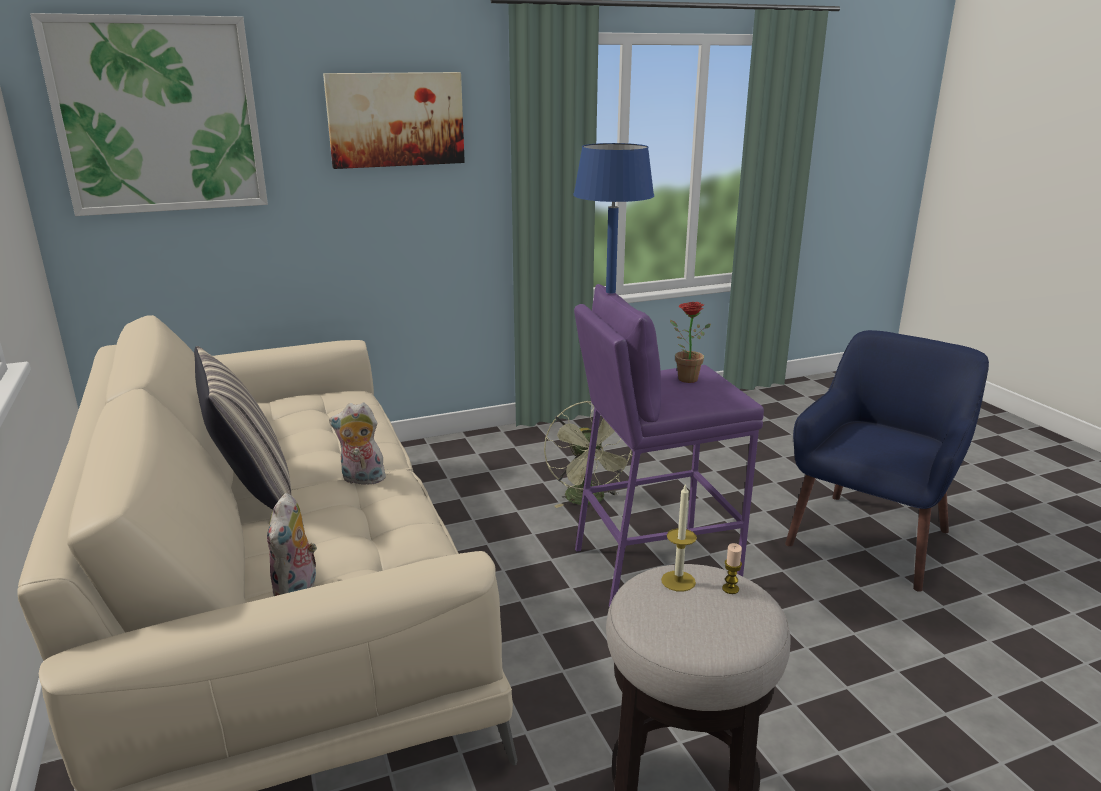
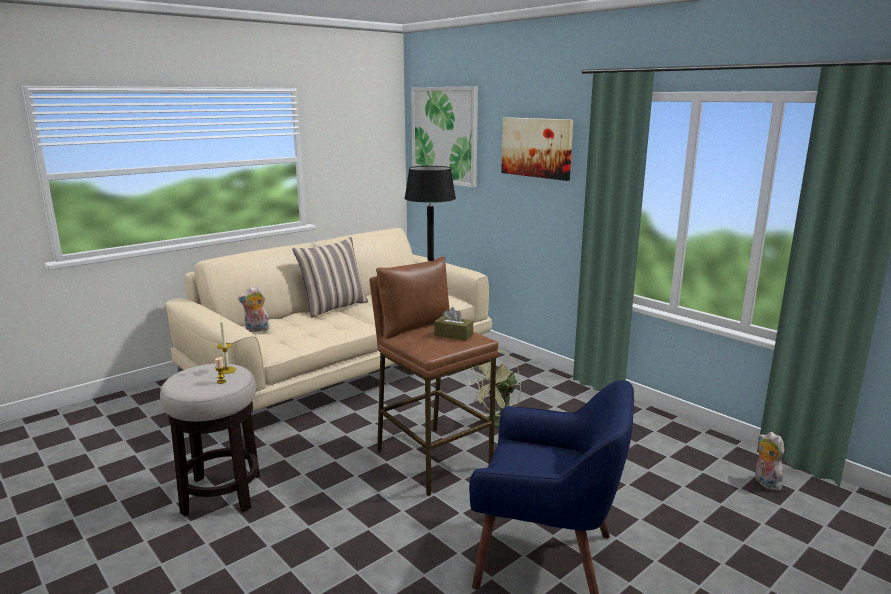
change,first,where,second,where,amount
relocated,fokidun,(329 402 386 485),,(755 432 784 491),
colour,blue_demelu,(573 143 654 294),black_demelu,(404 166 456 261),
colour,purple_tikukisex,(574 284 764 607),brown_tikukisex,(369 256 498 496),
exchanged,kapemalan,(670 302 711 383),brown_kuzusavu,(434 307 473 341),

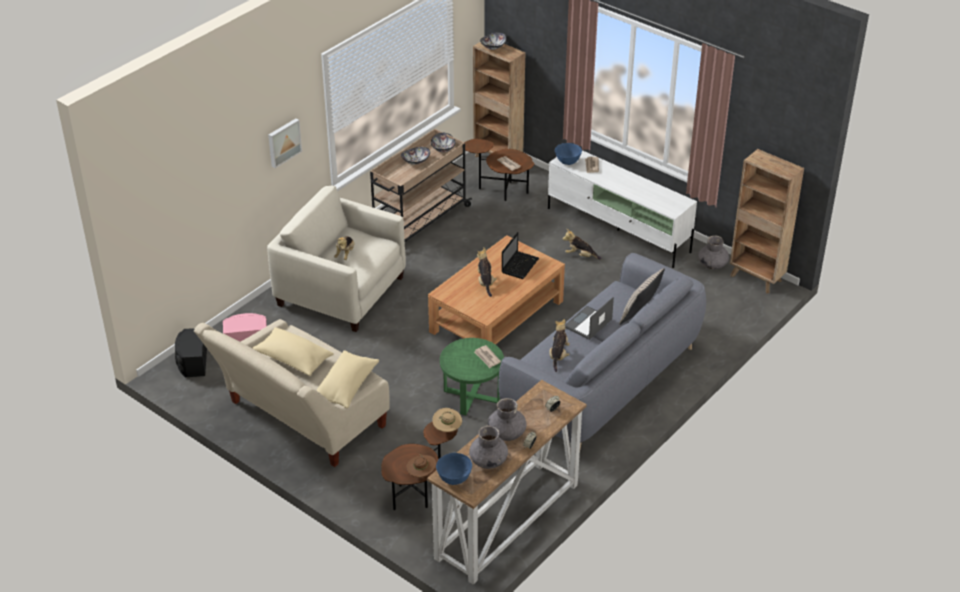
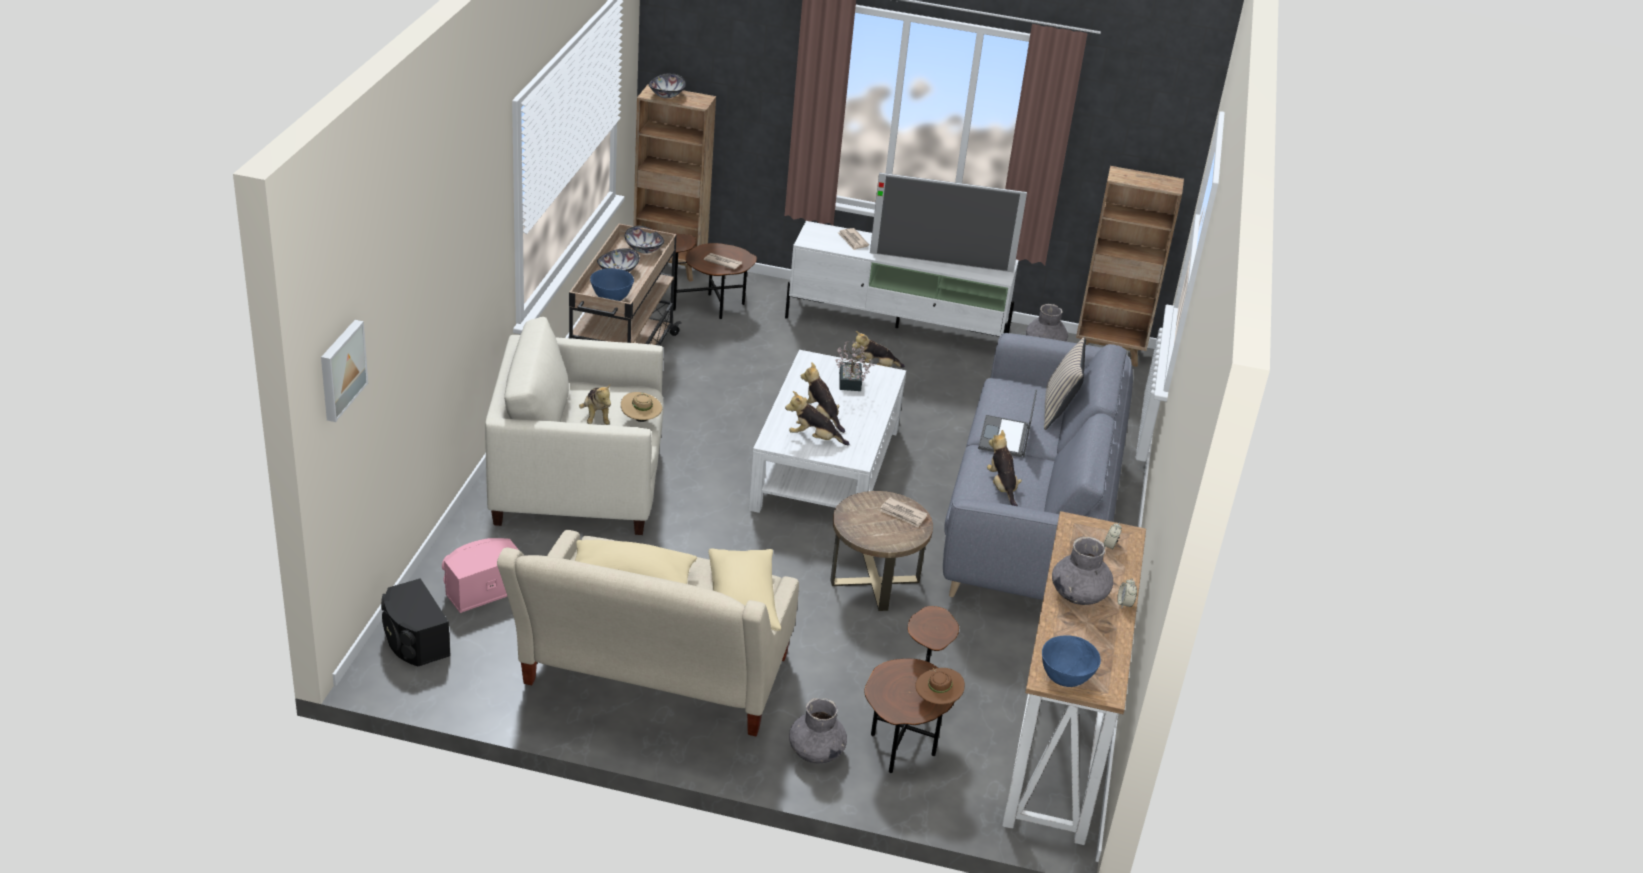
change,first,where,second,where,amount
relocated,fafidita,(268 118 302 168),,(321 320 368 422),
colour,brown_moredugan,(428 235 565 345),white_moredugan,(749 350 906 513),
relocated,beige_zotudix,(432 408 462 432),,(621 392 662 422),
colour,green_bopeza,(440 338 504 415),brown_bopeza,(831 491 933 611),
relocated,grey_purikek,(469 425 508 469),,(789 698 847 763),
exchanged,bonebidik,(502 232 539 279),kapemalan,(835 341 874 391),
relocated,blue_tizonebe,(555 143 582 165),,(590 268 634 301),
appeared,,,fokidun,(785 391 849 445),
appeared,,,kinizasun,(870 172 1027 272),

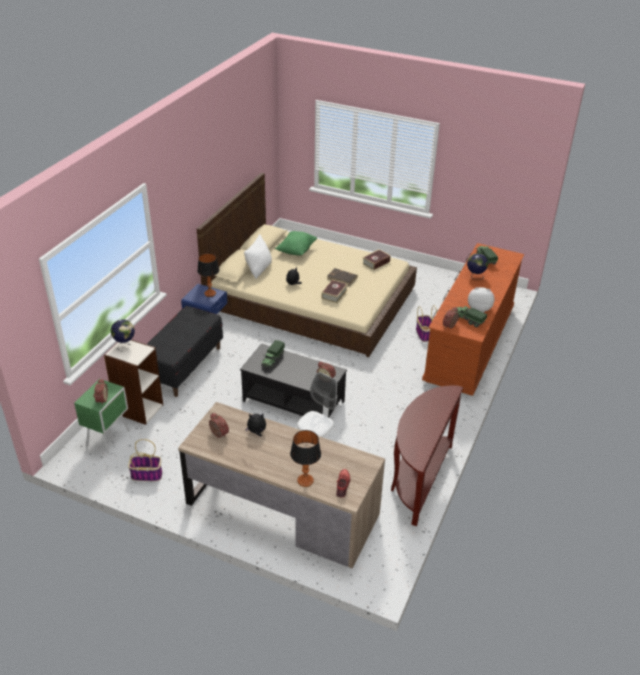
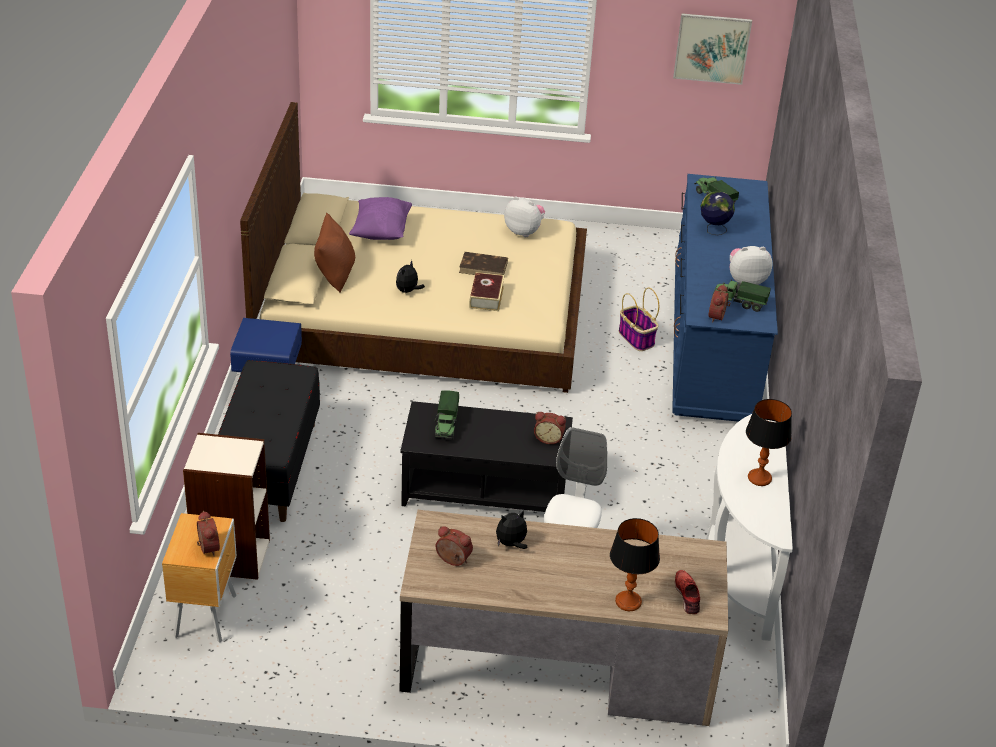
change,first,where,second,where,amount
colour,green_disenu,(74 378 130 454),brown_disenu,(162 513 237 642),
missing,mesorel,(110 319 135 352),,,
missing,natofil,(128 439 162 481),,,
relocated,demelu,(197 253 219 297),,(746 399 792 486),
colour,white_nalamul,(244 234 272 279),brown_nalamul,(314 213 355 292),
colour,green_nalamul,(275 231 317 256),purple_nalamul,(349 197 412 240),
exchanged,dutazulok,(362 249 391 270),fokidun,(504 196 545 237),
colour,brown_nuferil,(391 385 463 526),white_nuferil,(706 414 793 641),
colour,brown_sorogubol,(422 243 524 395),blue_sorogubol,(672 174 778 422),
appeared,,,fafidita,(673 13 752 85),

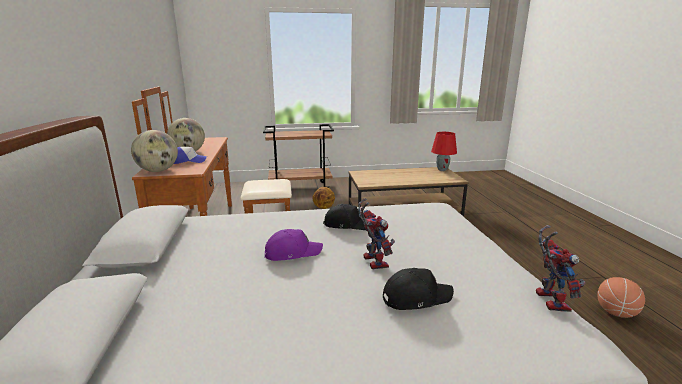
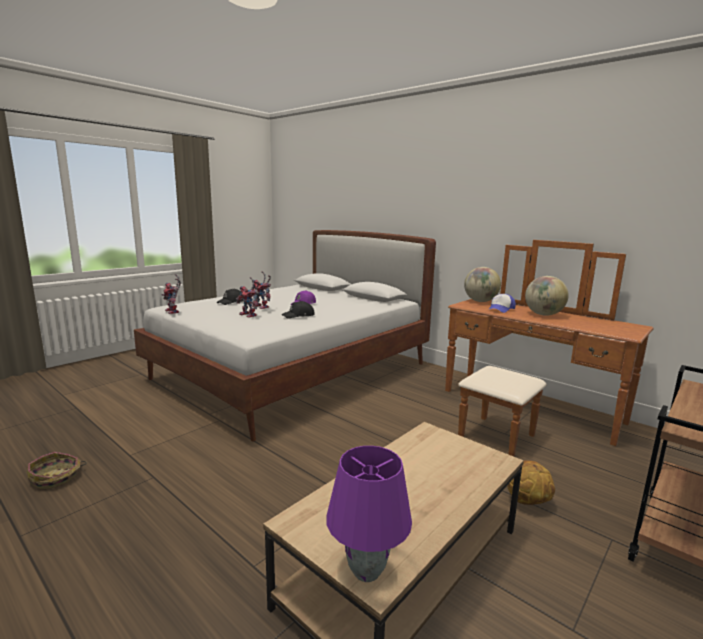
change,first,where,second,where,amount
colour,red_demelu,(431 132 457 171),purple_demelu,(327 446 412 582),
exchanged,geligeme,(597 277 645 318),natofil,(26 452 87 489),
appeared,,,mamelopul,(236 277 259 318),

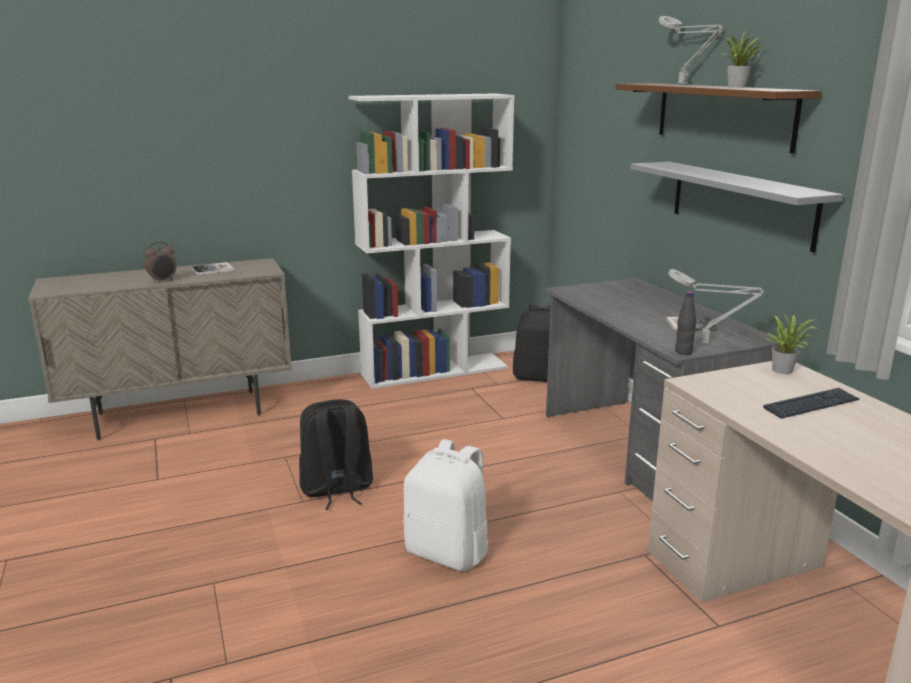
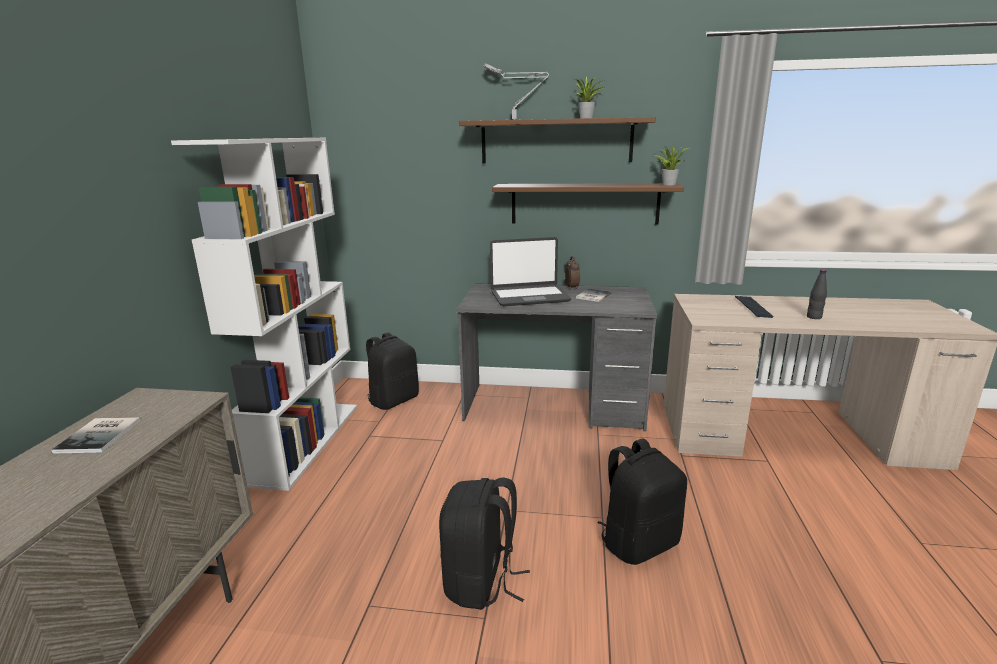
change,first,where,second,where,amount
relocated,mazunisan,(145 241 177 283),,(565 256 580 290),
colour,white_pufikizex,(403 439 489 571),black_pufikizex,(597 439 687 565),
colour,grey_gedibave,(630 162 844 252),brown_gedibave,(492 183 684 225),
missing,grey_demelu,(668 269 764 343),,,
relocated,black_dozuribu,(675 292 697 355),,(807 270 827 319),
relocated,kapemalan,(765 314 819 374),,(654 144 688 185),
appeared,,,bonebidik,(490 237 571 306),

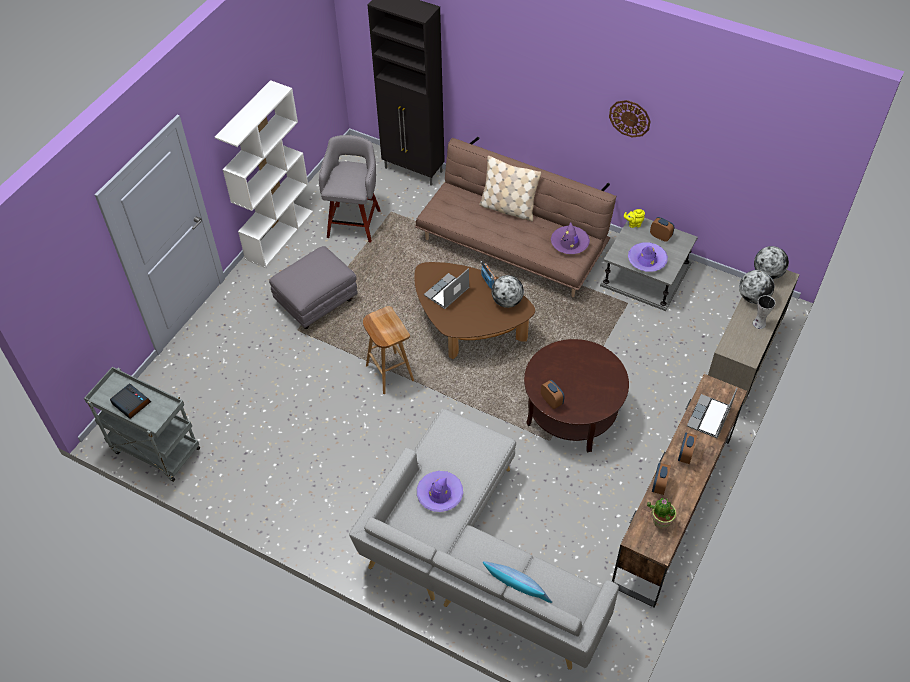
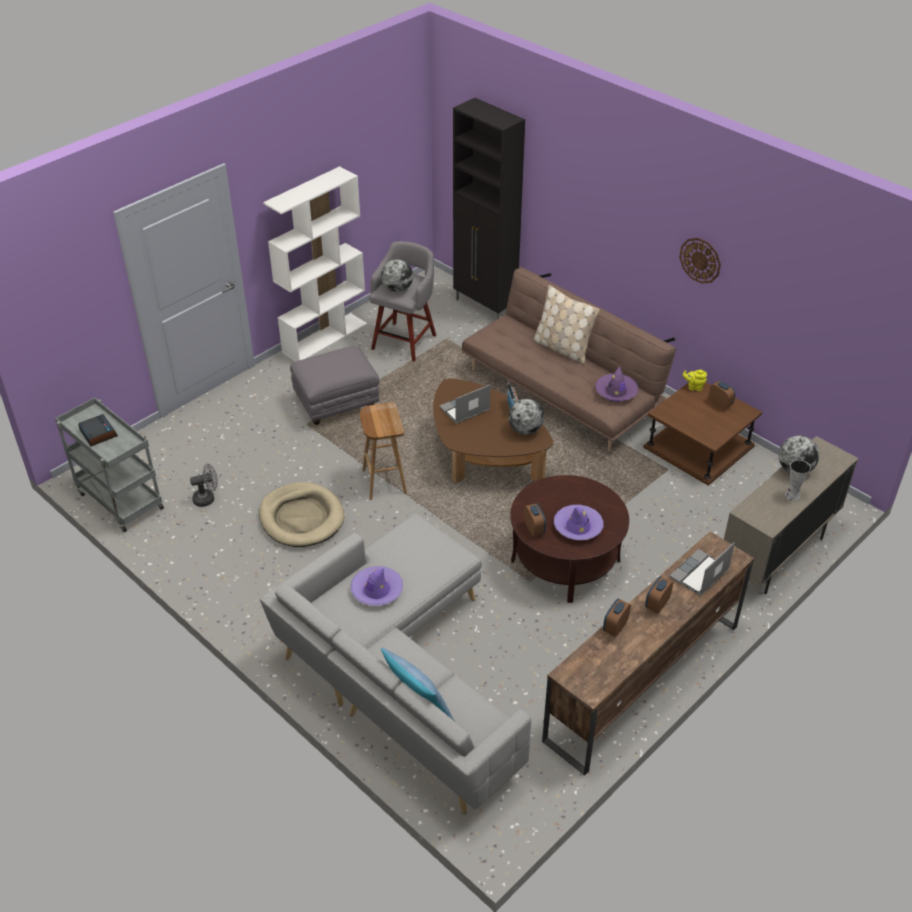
change,first,where,second,where,amount
colour,grey_bopeza,(600 218 698 311),brown_bopeza,(643 382 762 486),
relocated,purple_zotudix,(628 242 668 272),,(554 505 604 540),
missing,kapemalan,(647 498 676 529),,,
relocated,mesorel,(754 246 789 279),,(381 259 413 292),
appeared,,,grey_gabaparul,(190 464 218 507),
appeared,,,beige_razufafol,(259 482 345 547),

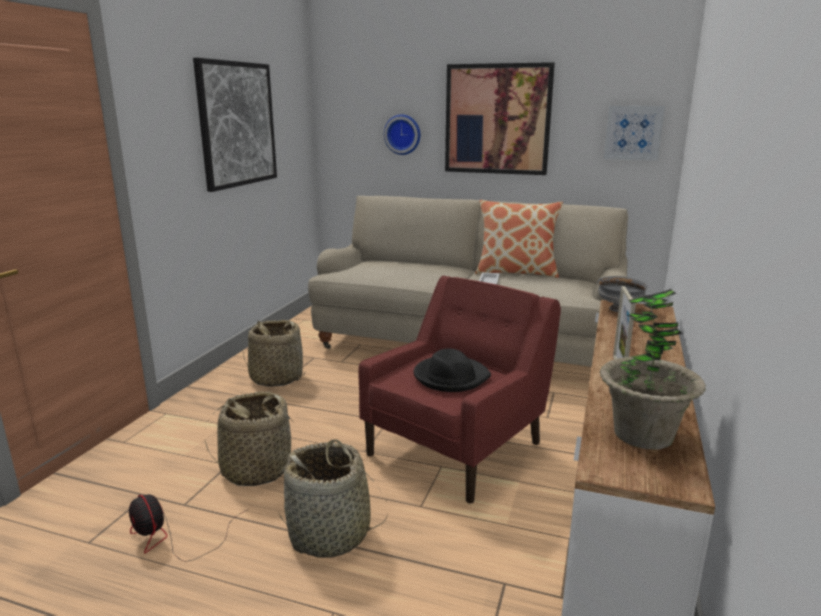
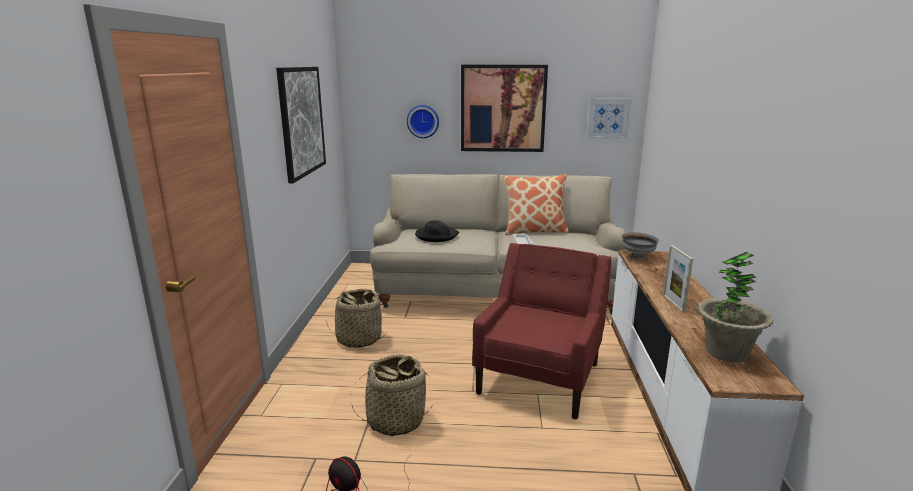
change,first,where,second,where,amount
missing,natofil,(278 439 388 558),,,
relocated,black_zotudix,(414 348 491 392),,(415 220 459 242),

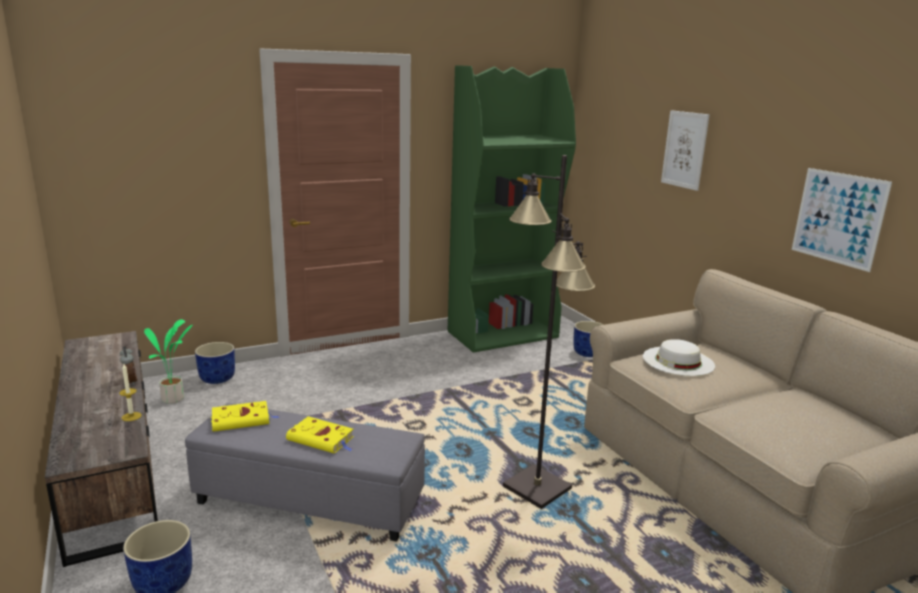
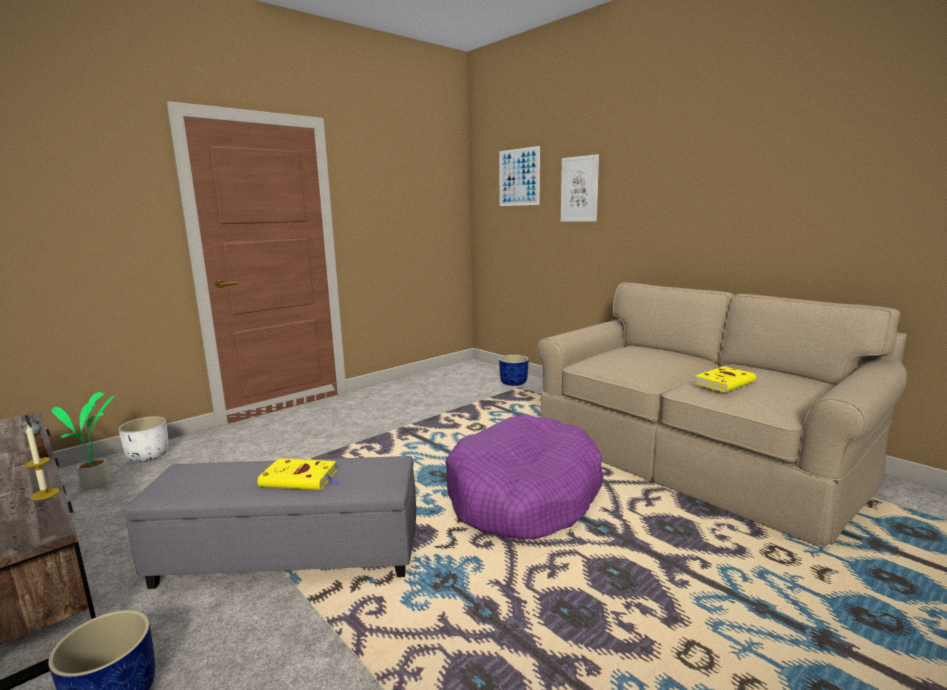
change,first,where,second,where,amount
colour,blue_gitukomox,(195 342 235 384),white_gitukomox,(118 416 169 463),
relocated,yellow_dutazulok,(211 401 279 432),,(694 366 756 392),
missing,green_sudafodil,(448 65 576 353),,,
exchanged,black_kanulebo,(503 155 595 509),purple_razufafol,(445 414 604 540),
missing,white_zotudix,(643 339 715 376),,,
relocated,fafidita,(792 168 892 272),,(499 146 540 206),

